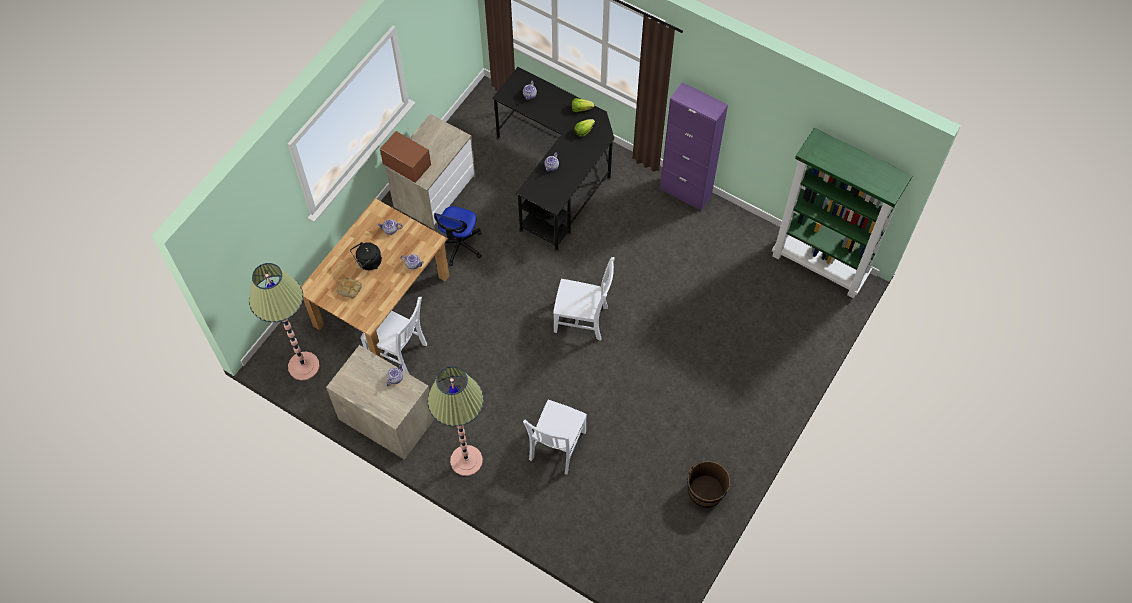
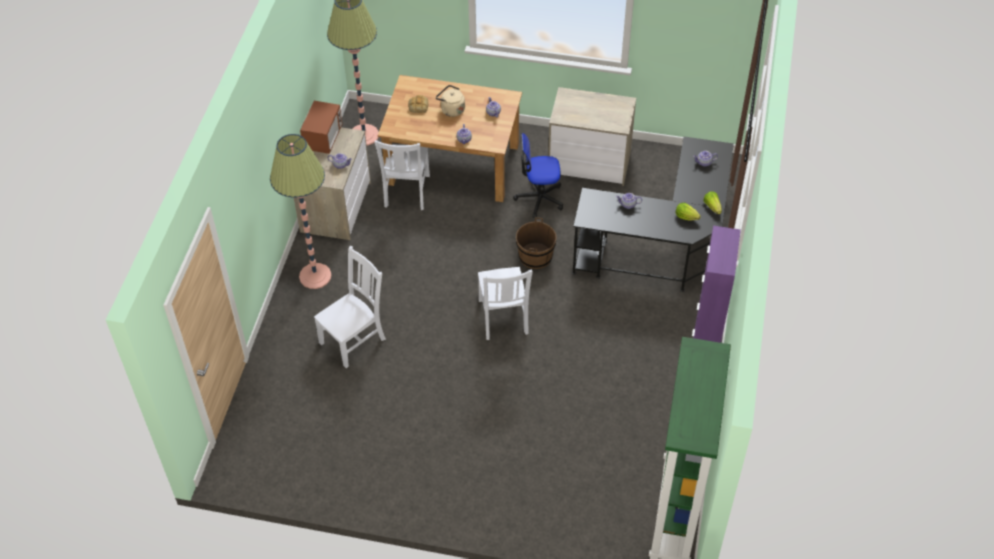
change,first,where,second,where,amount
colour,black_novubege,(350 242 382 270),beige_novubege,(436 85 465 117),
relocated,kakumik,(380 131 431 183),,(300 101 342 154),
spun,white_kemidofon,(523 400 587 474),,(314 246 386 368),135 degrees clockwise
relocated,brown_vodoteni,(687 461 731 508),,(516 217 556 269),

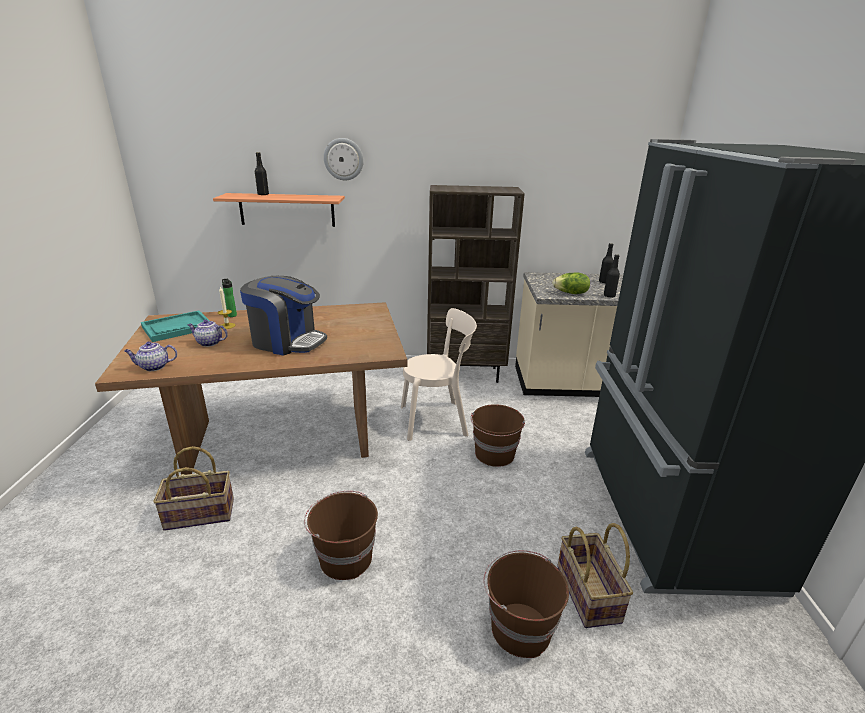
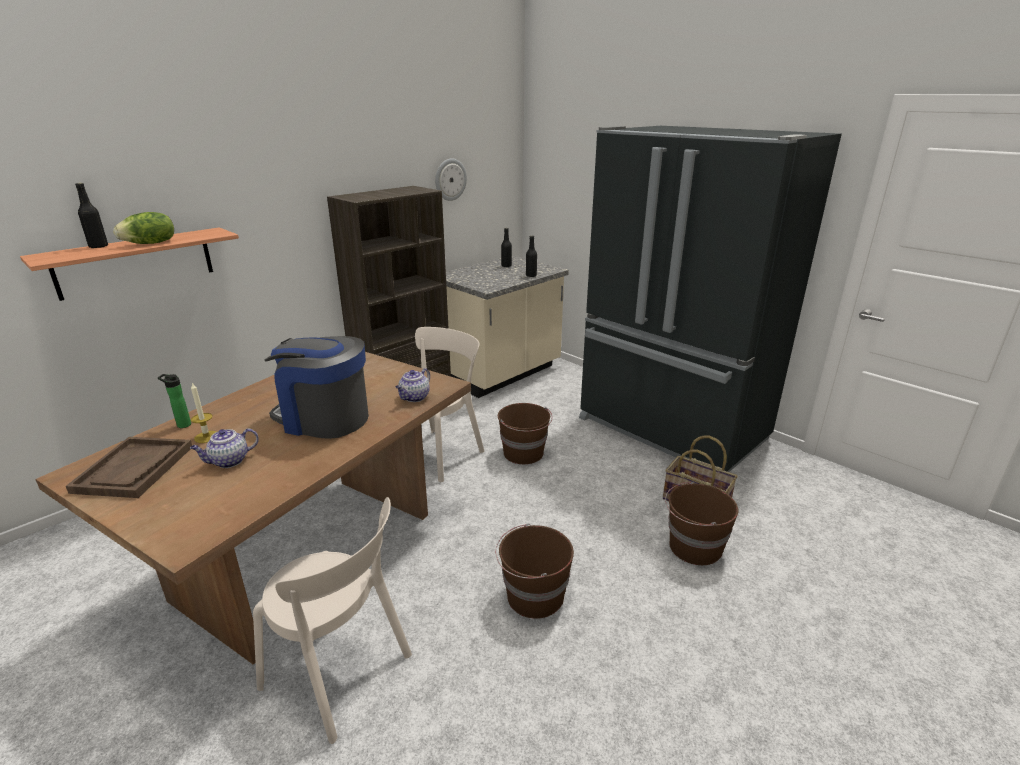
change,first,where,second,where,amount
relocated,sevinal,(124 341 177 371),,(396 368 430 402),
colour,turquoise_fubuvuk,(141 311 210 342),brown_fubuvuk,(66 437 192 498),
exchanged,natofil,(153 446 234 531),beige_kemidofon,(253 497 412 744),
spun,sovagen,(240 276 327 356),,(265 336 369 439),135 degrees counterclockwise
relocated,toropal,(324 138 364 180),,(435 158 467 201),
relocated,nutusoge,(552 273 590 294),,(113 212 174 244),

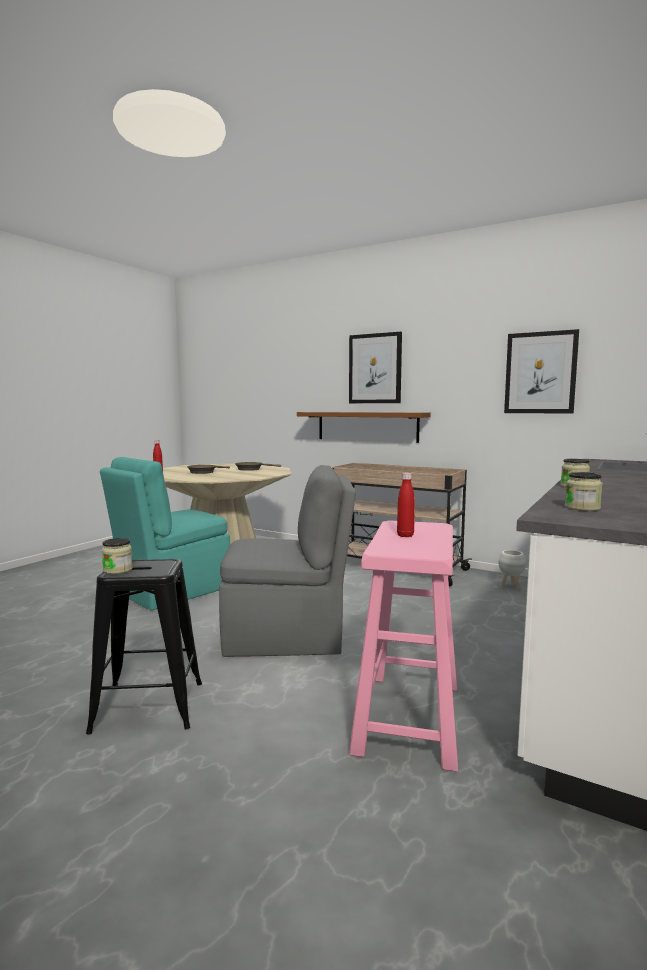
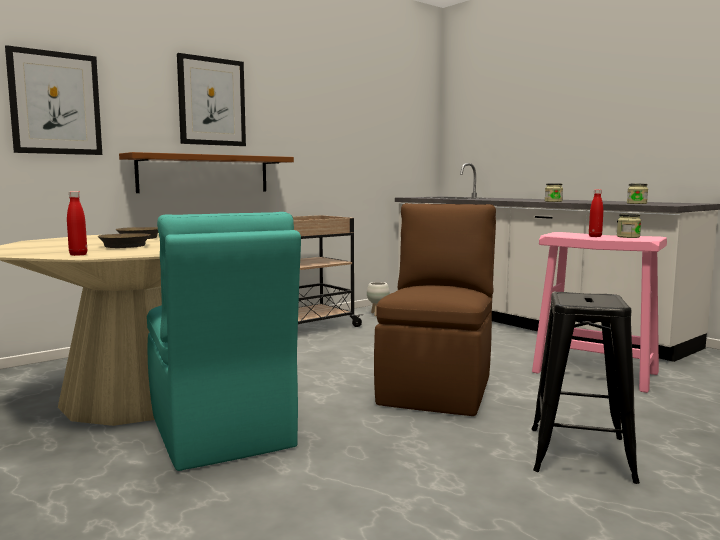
change,first,where,second,where,amount
relocated,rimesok,(102 538 133 574),,(617 214 641 238),
colour,grey_kemidofon,(219 465 356 657),brown_kemidofon,(374 203 496 416),
relocated,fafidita,(504 329 579 414),,(5 45 102 155),

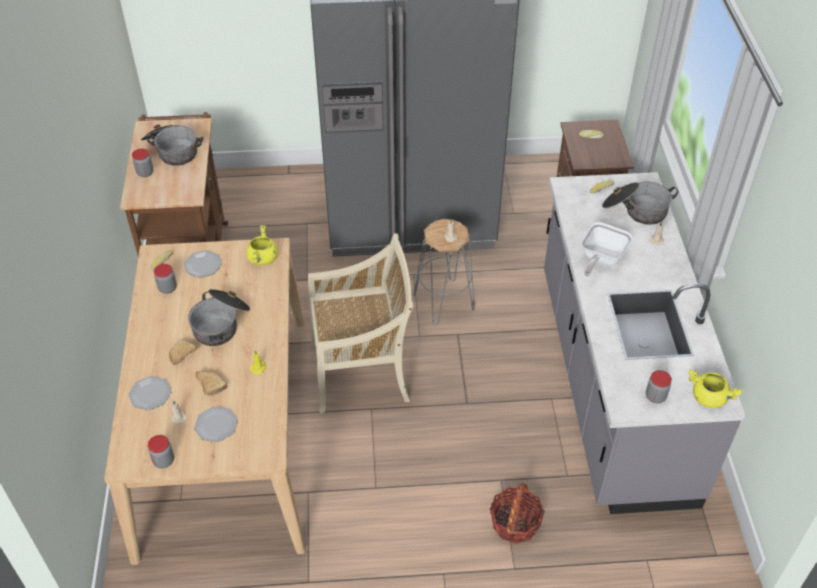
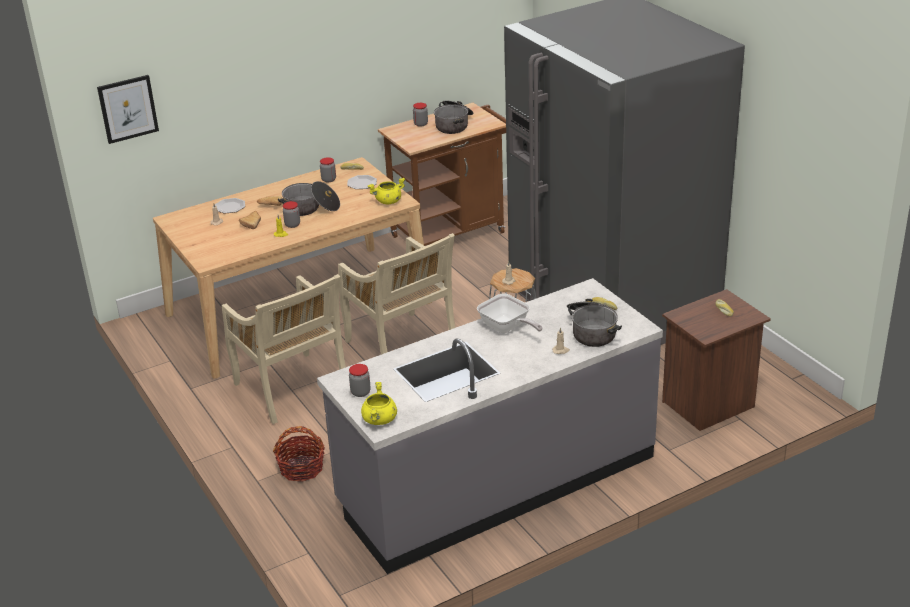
change,first,where,second,where,amount
relocated,rimesok,(148 435 174 468),,(283 201 300 228),
missing,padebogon,(194 407 238 442),,,
spun,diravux,(581 222 632 276),,(477 293 543 333),135 degrees counterclockwise
appeared,,,fafidita,(97 75 159 144),
appeared,,,beige_kemidofon,(222 274 346 424),

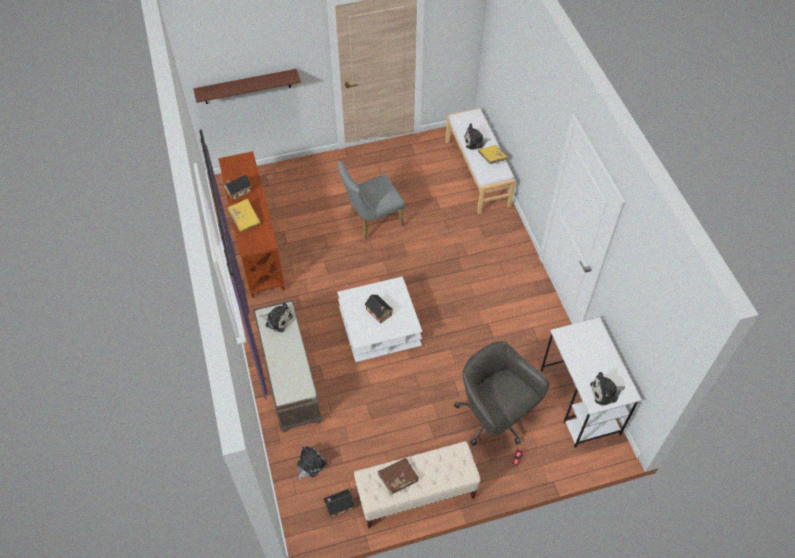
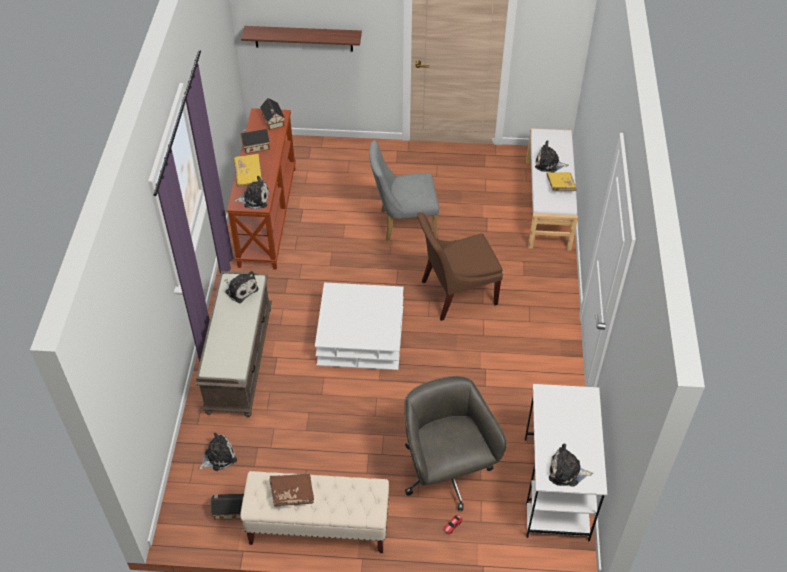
change,first,where,second,where,amount
relocated,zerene,(365 295 393 324),,(260 98 285 130),
appeared,,,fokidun,(234 176 269 209),
appeared,,,brown_kemidofon,(417 212 503 321),

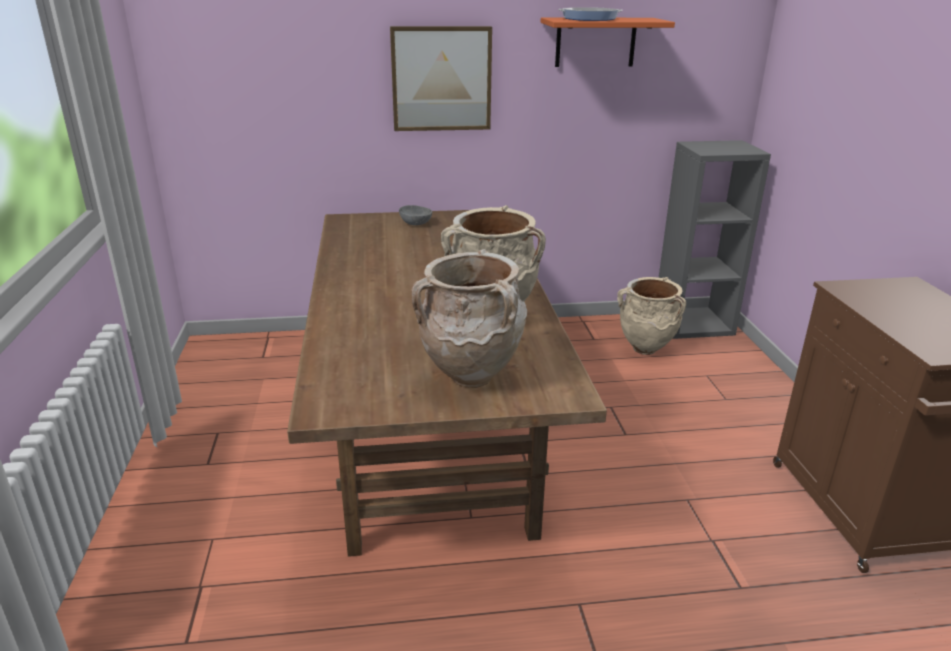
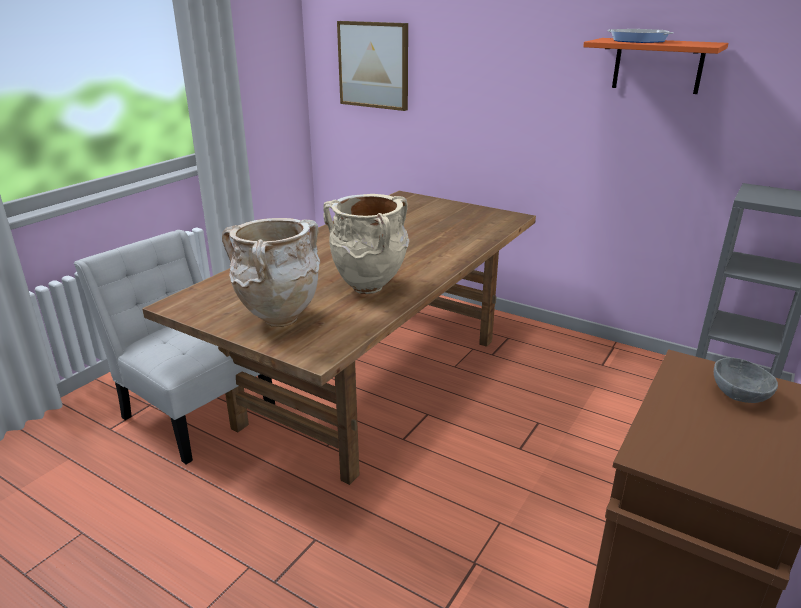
change,first,where,second,where,amount
relocated,fafidita,(390 26 492 131),,(337 21 408 111),
relocated,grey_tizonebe,(399 205 432 225),,(714 357 778 403),
missing,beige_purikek,(617 277 686 355),,,
appeared,,,white_kemidofon,(74 230 275 465),

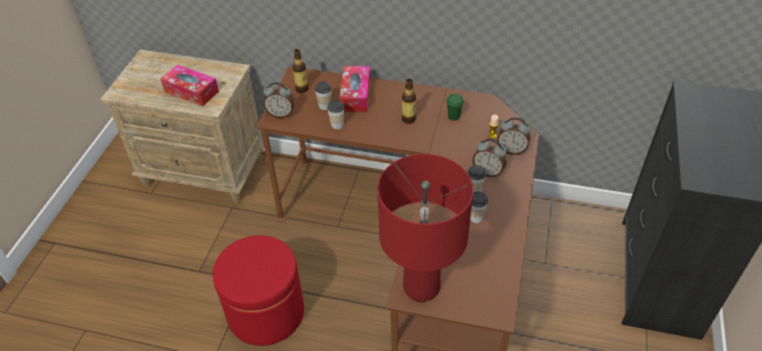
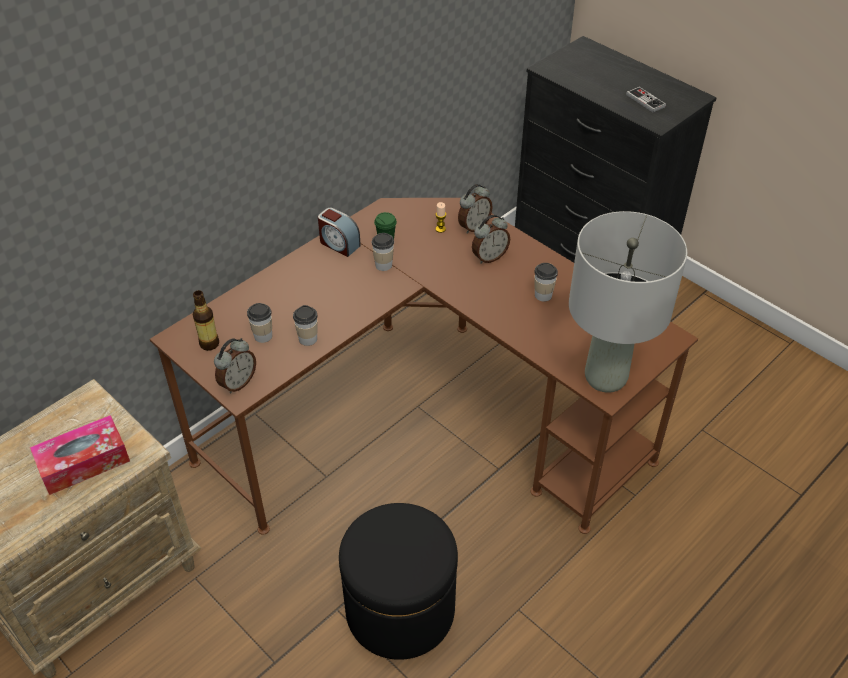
change,first,where,second,where,amount
colour,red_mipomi,(213 235 304 346),black_mipomi,(339 503 458 660),
missing,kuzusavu,(340 66 370 112),,,
colour,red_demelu,(377 154 474 302),grey_demelu,(569 211 687 393),
missing,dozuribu,(402 79 416 124),,,
relocated,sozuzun,(467 165 486 192),,(372 233 394 271),
appeared,,,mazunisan,(318 208 361 257),
appeared,,,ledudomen,(626 87 666 113),

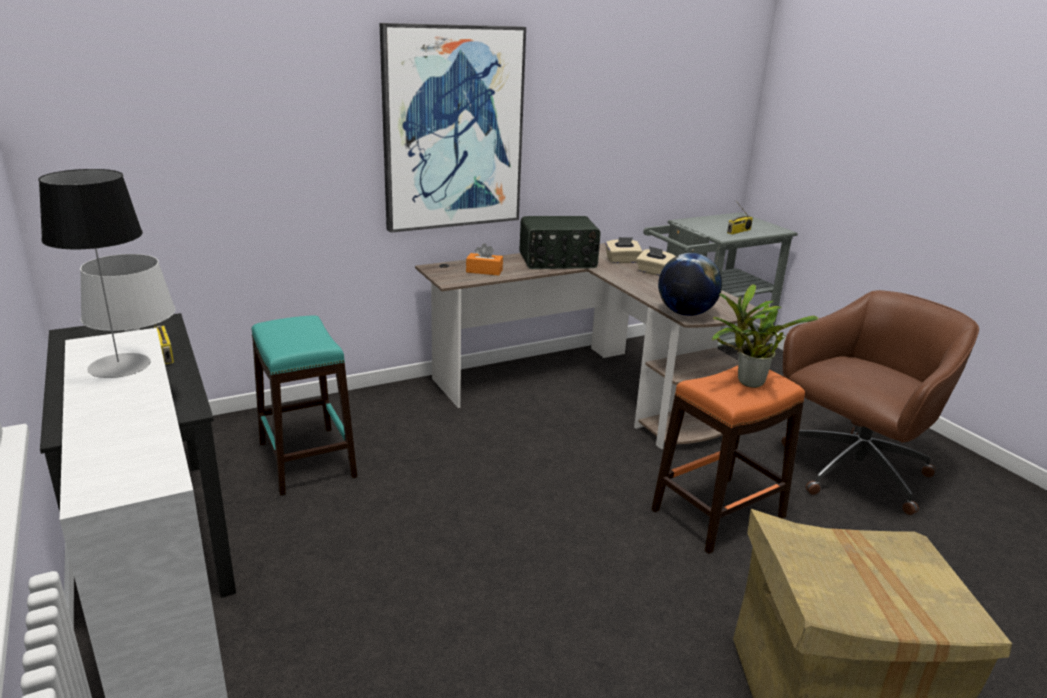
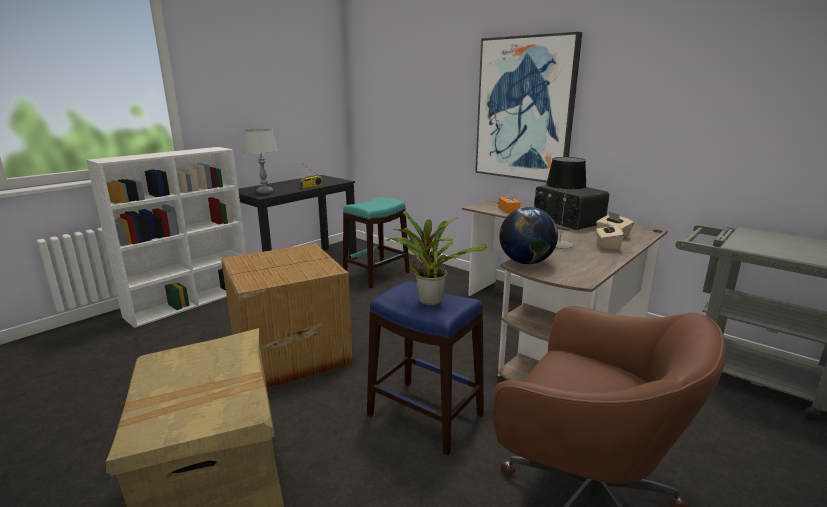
change,first,where,second,where,amount
relocated,demelu,(38 169 151 378),,(546 157 587 249),
colour,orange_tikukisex,(651 365 805 554),blue_tikukisex,(367 281 484 455),
missing,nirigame,(727 201 753 235),,,
appeared,,,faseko,(221 243 353 388),

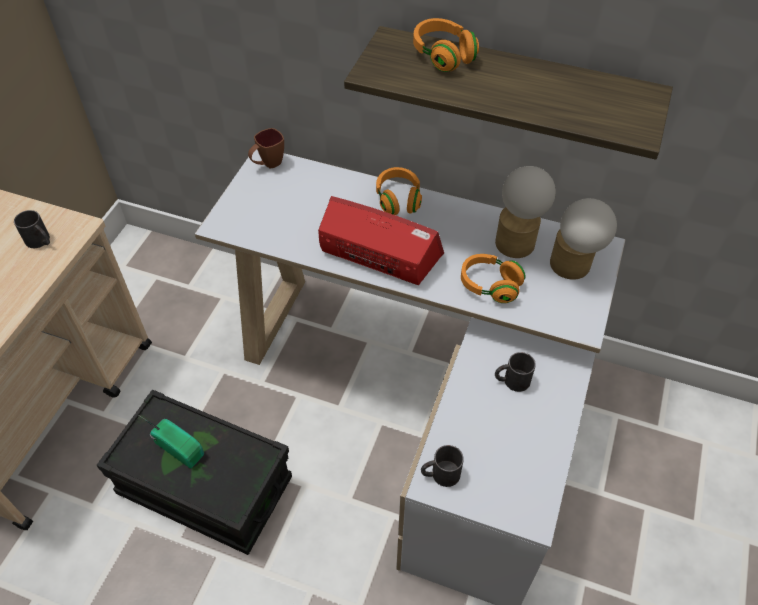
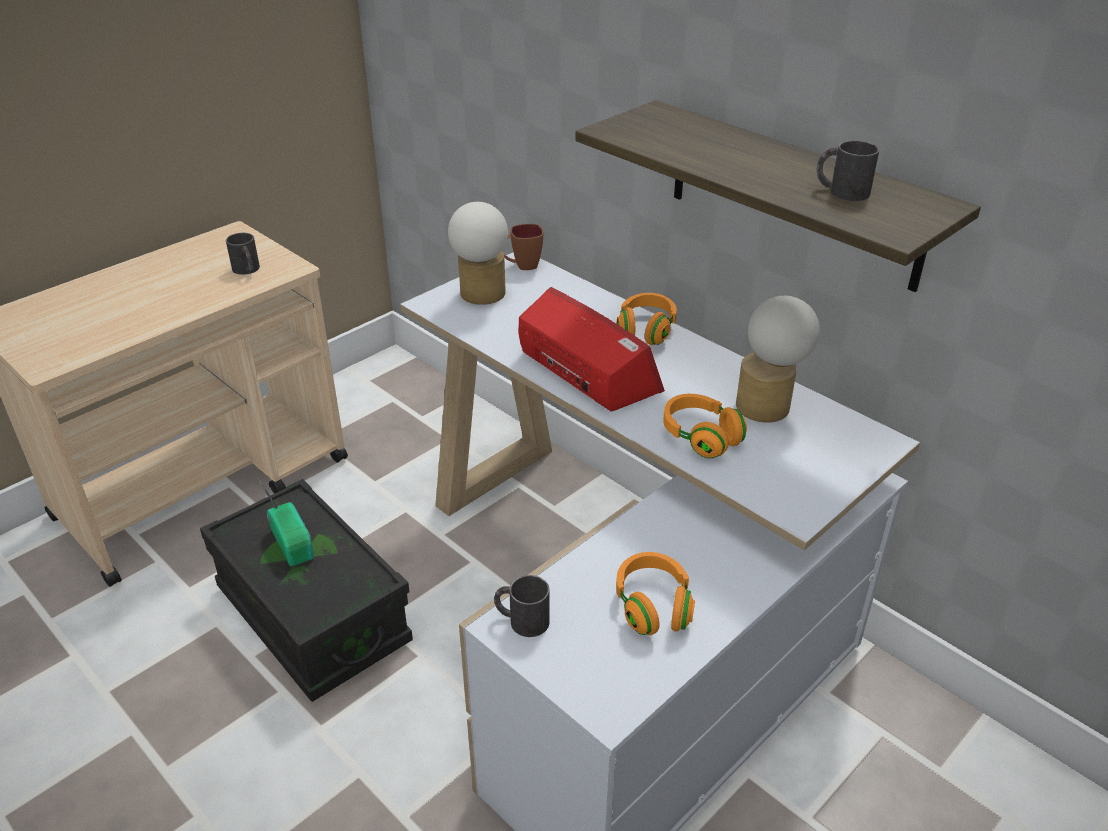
change,first,where,second,where,amount
relocated,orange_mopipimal,(413 18 479 72),,(616 552 695 635),
relocated,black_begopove,(495 352 536 392),,(817 140 879 201),
relocated,demelu,(550 198 617 280),,(448 202 508 305),

